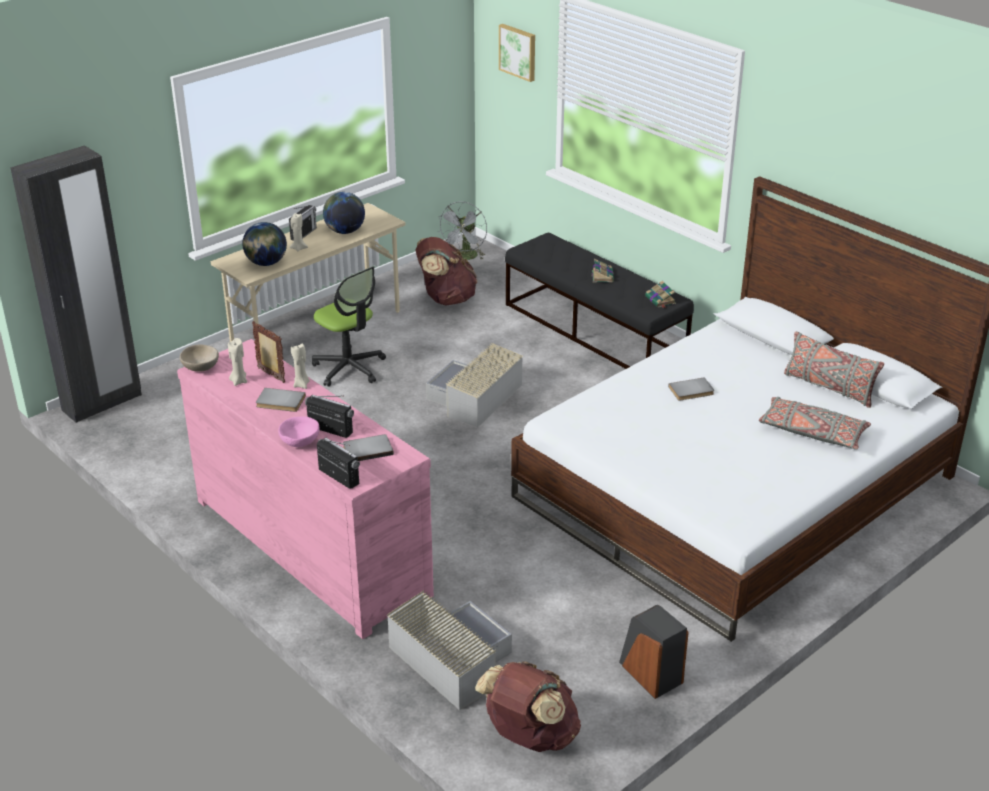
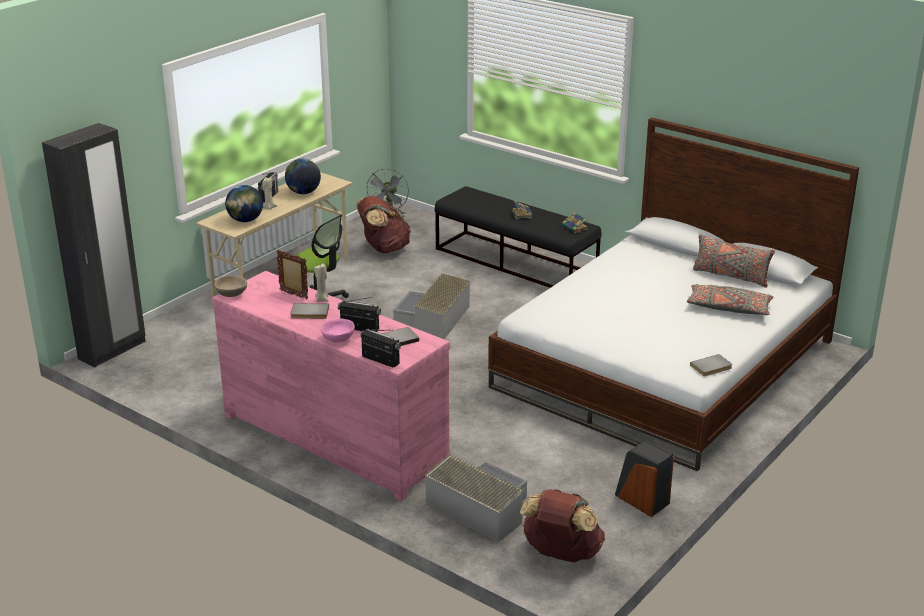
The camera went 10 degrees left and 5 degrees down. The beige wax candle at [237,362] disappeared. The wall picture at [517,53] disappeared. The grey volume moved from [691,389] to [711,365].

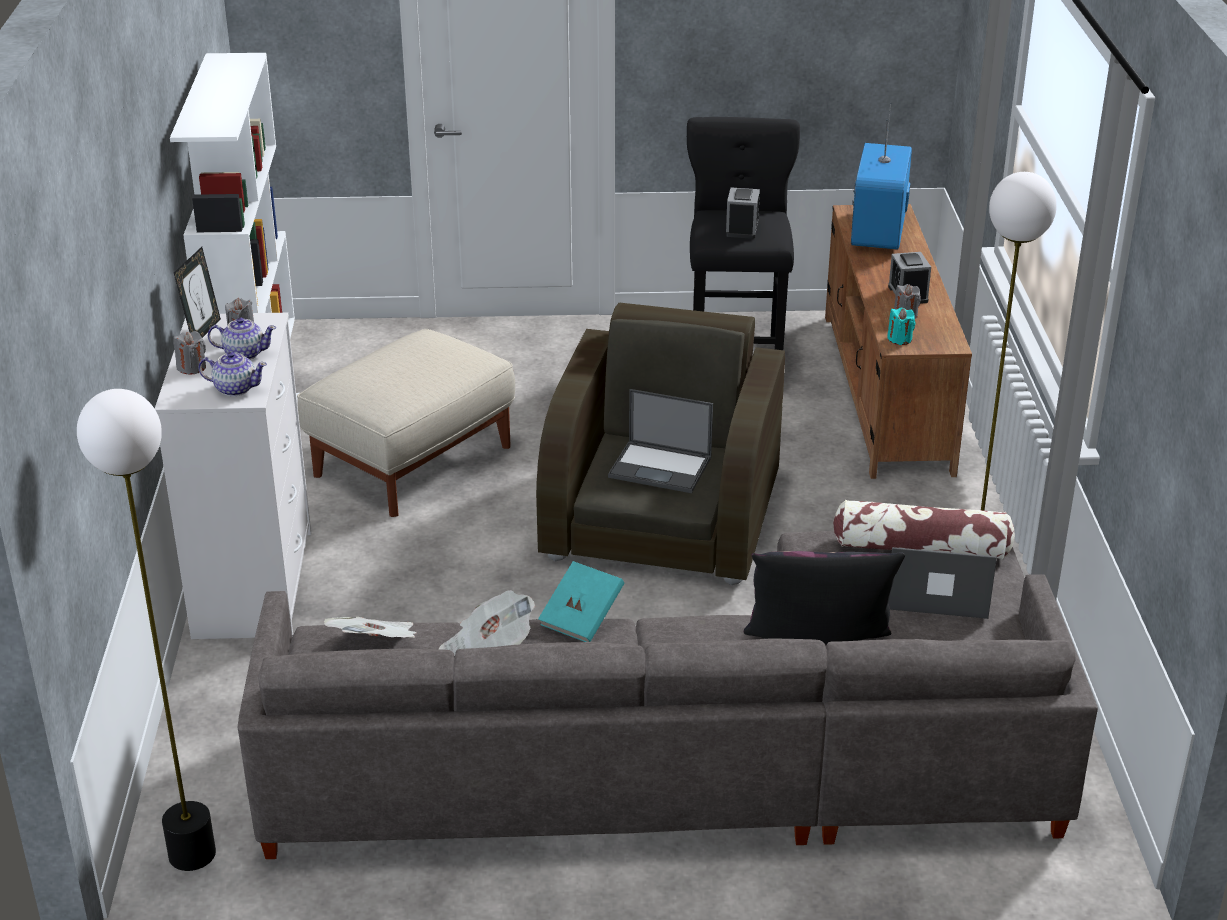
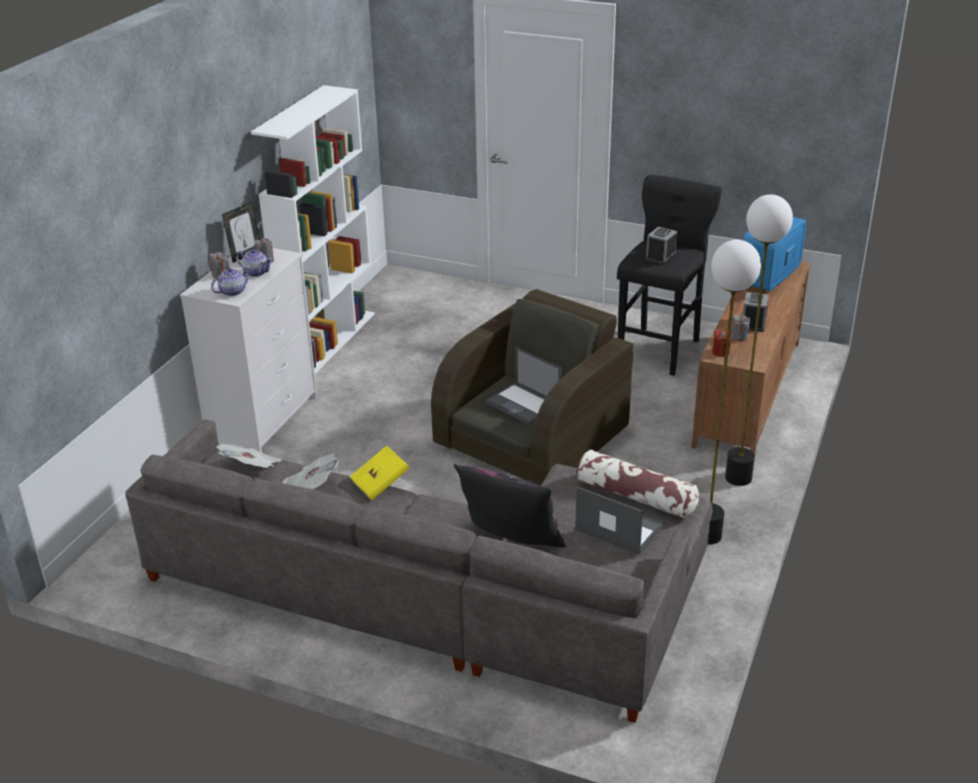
The camera went 25 degrees right and 0 degrees up. The beige footrest at [406,423] disappeared. The standard lamp moved from [146,630] to [759,340]. The turquoise-coloured volume at [581,601] became the yellow volume at [379,473]. The turquoise-coloured wax candle at [901,326] became the reddish wax candle at [722,343]. The teapot at [232,374] turned 75 degrees counterclockwise.

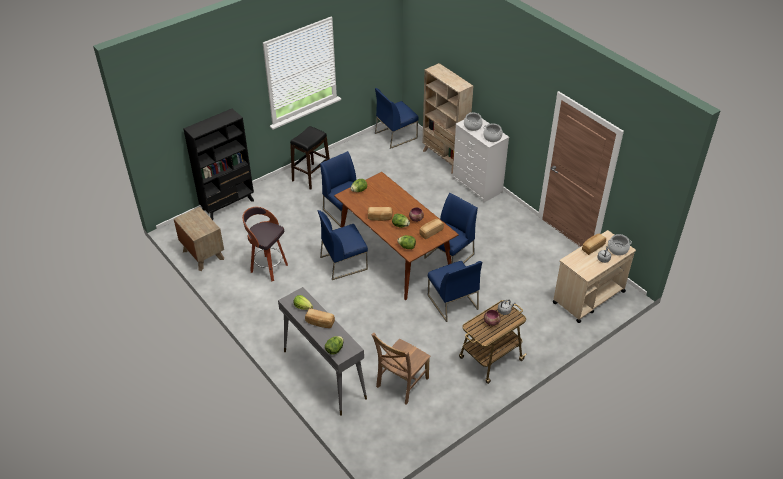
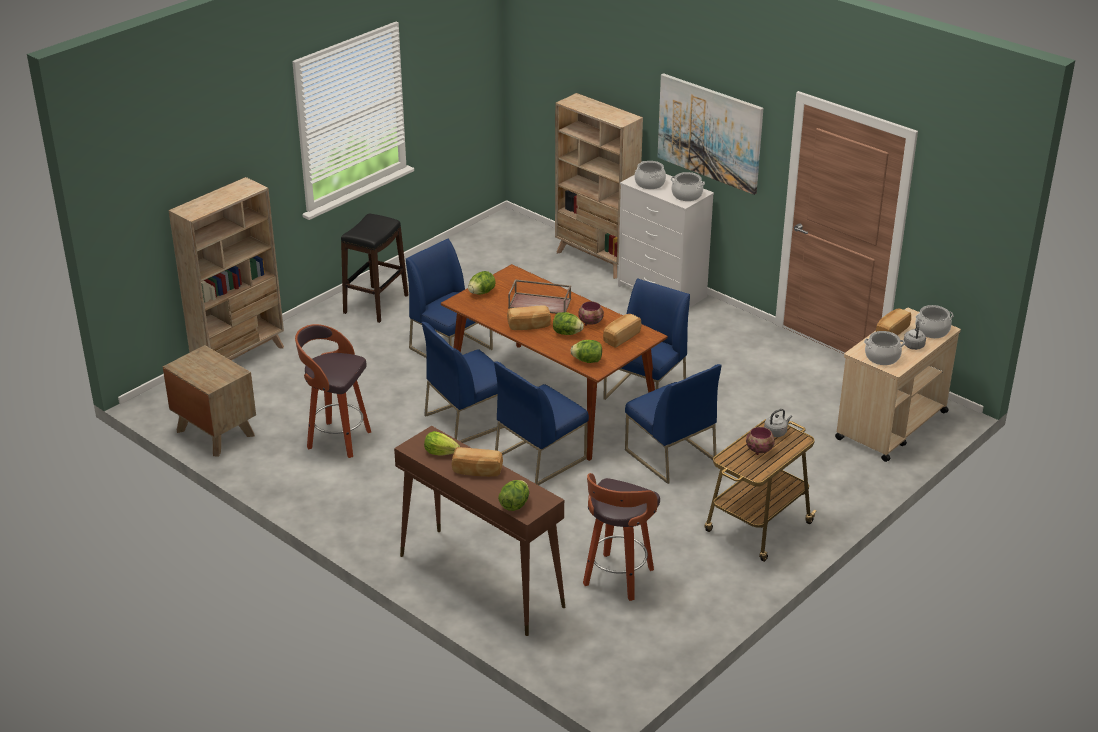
The camera went 10 degrees left and 10 degrees down. The brown serving tray at [539,297] appeared. The wall picture at [710,134] appeared. The cooking pot at [884,348] appeared. The blue-coloured upright chair moved from [397,118] to [541,423]. The brown upright chair at [401,369] was replaced by the stool at [621,537]. The blackish bookshelf at [218,164] became the beige bookshelf at [226,268]. The grey console table at [322,351] became the brown console table at [479,531].

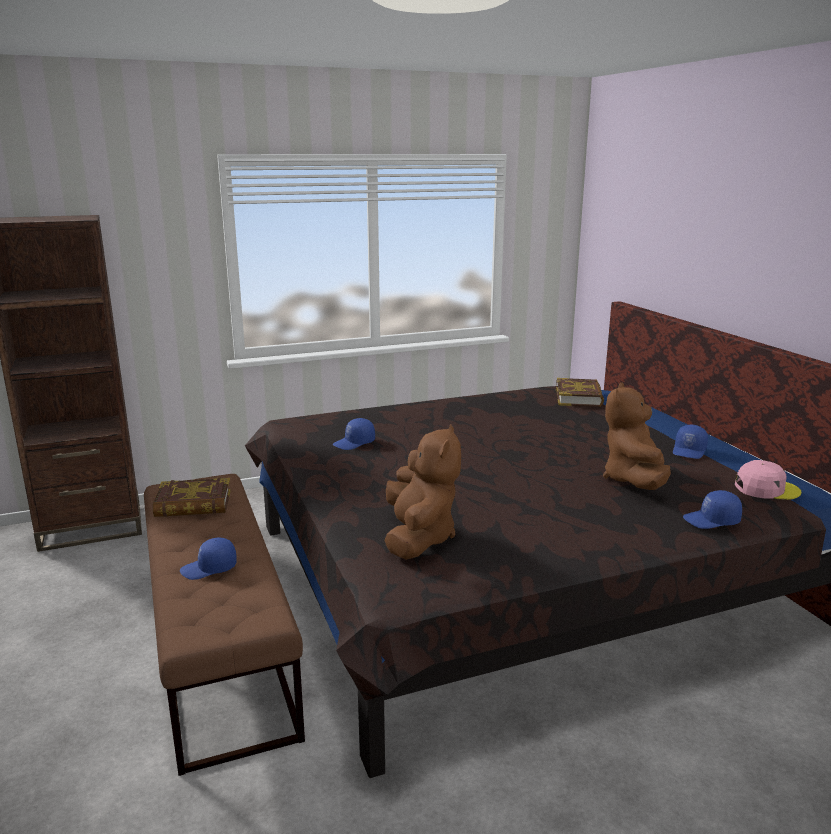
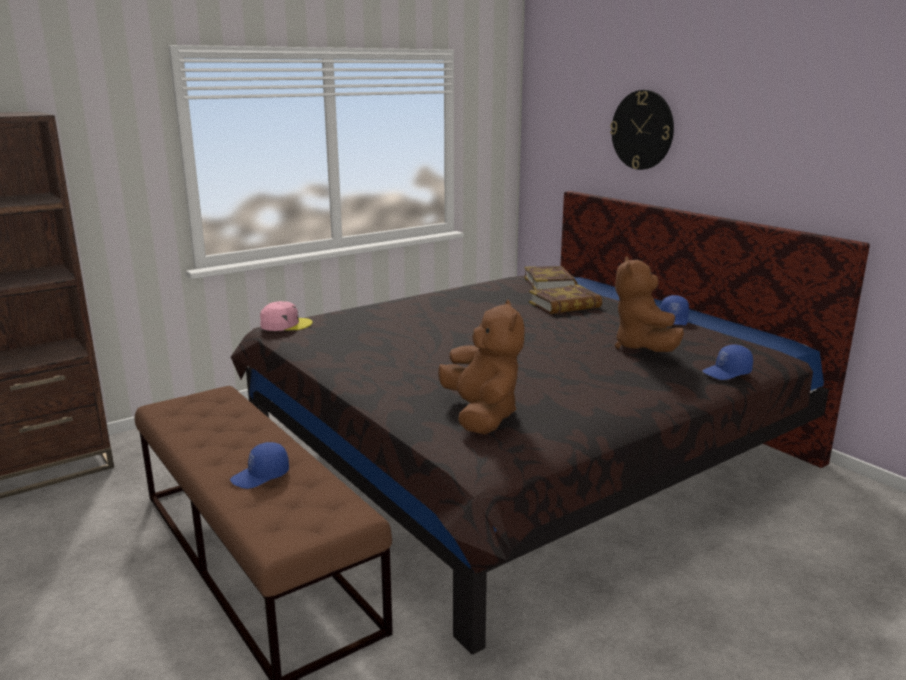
The camera went 15 degrees left and 0 degrees up. The blue-coloured baseball cap at [354,434] disappeared. The clock on the wall at [642,130] appeared. The volume moved from [192,497] to [565,299]. The pinkish baseball cap moved from [768,480] to [286,316].

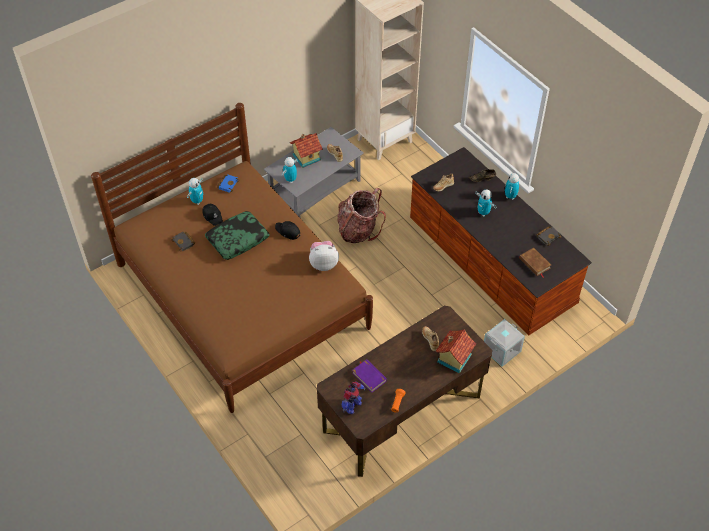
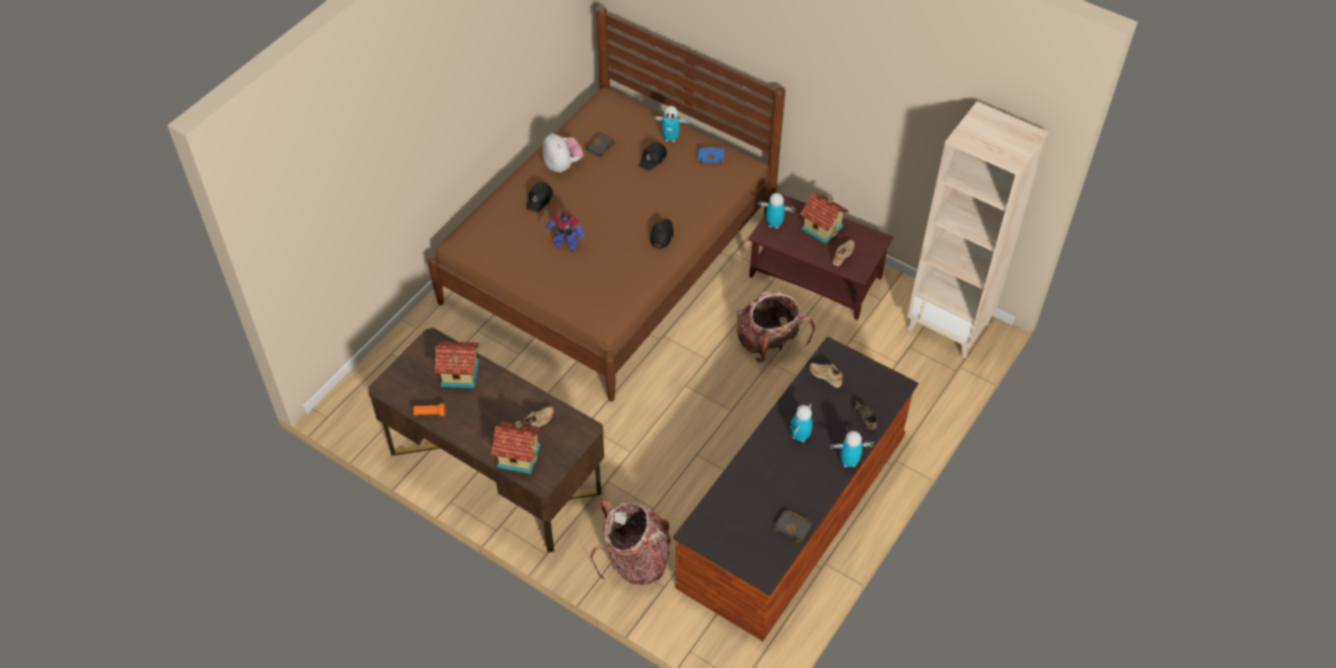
The camera went 70 degrees right and 0 degrees up. The throw pillow at [237,235] disappeared. The brown volume at [535,262] disappeared. The blackish baseball cap at [540,197] appeared. The plush toy moved from [324,256] to [563,153]. The robot figure moved from [354,397] to [565,231]. The purple volume at [369,375] was replaced by the miniature house at [457,364]. The grey storage bin at [504,343] was replaced by the backpack at [630,541]. The grey coffee table at [314,172] became the brown coffee table at [820,256].

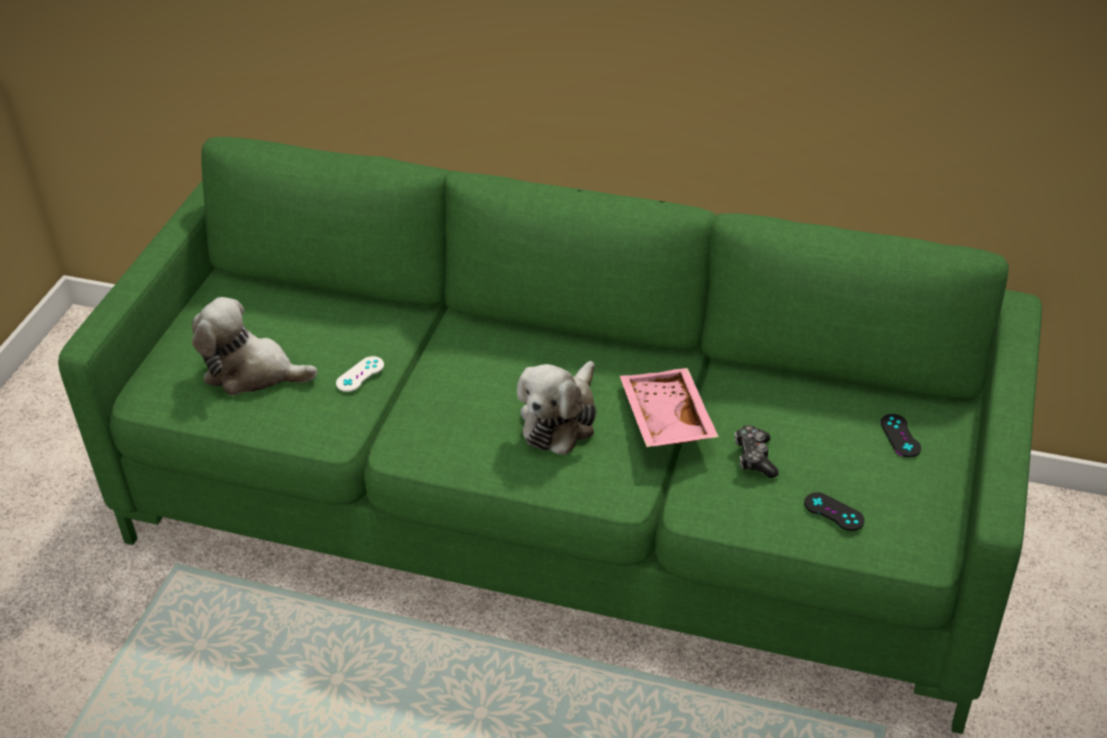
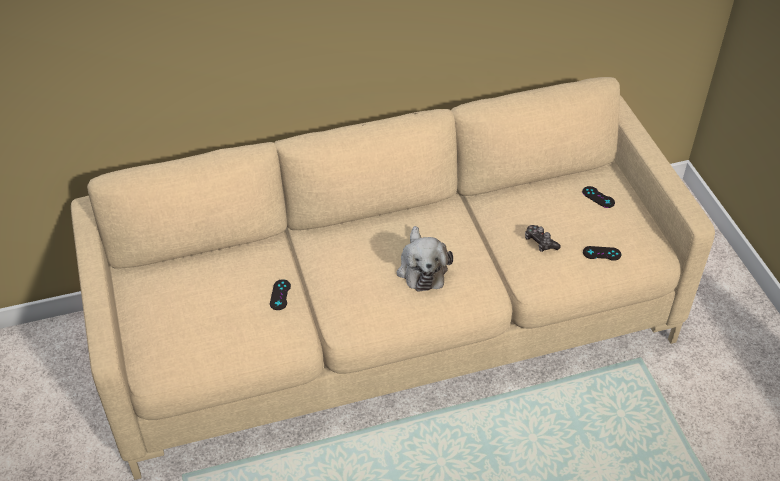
The camera went 35 degrees left and 5 degrees up. The plush toy at [255,346] disappeared. The pinkish serving tray at [669,407] disappeared. The green sofa at [550,435] became the beige sofa at [393,278]. The white gamepad at [360,374] became the blackish gamepad at [280,294].

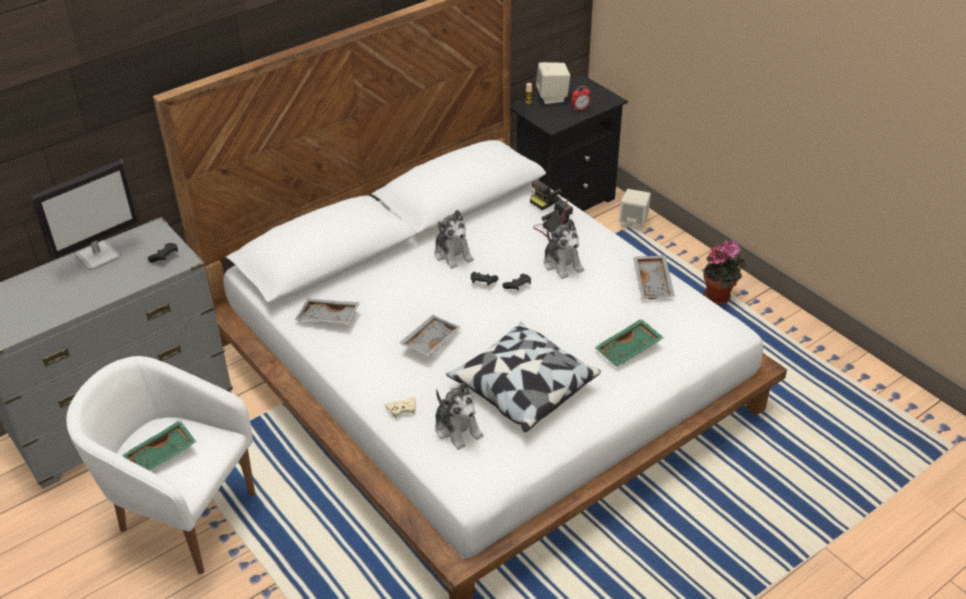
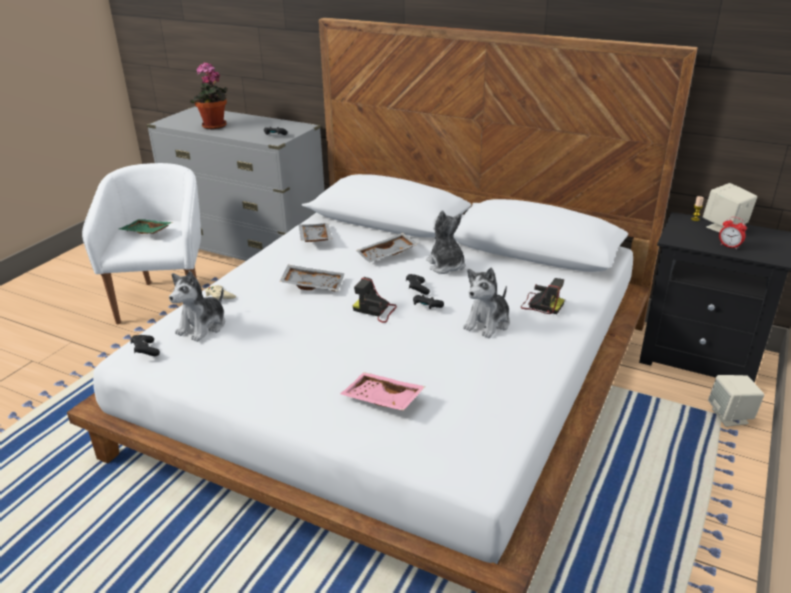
The camera went 65 degrees right and 10 degrees down. The computer display at [84,215] disappeared. The throw pillow at [523,377] disappeared. The blackish gamepad at [145,345] appeared. The photo camera moved from [549,195] to [375,300]. The grey serving tray moved from [654,277] to [386,247]. The plant in a pot moved from [724,272] to [209,96]. The green serving tray at [629,343] became the pinkish serving tray at [383,391]. The plush toy at [454,239] turned 120 degrees clockwise.

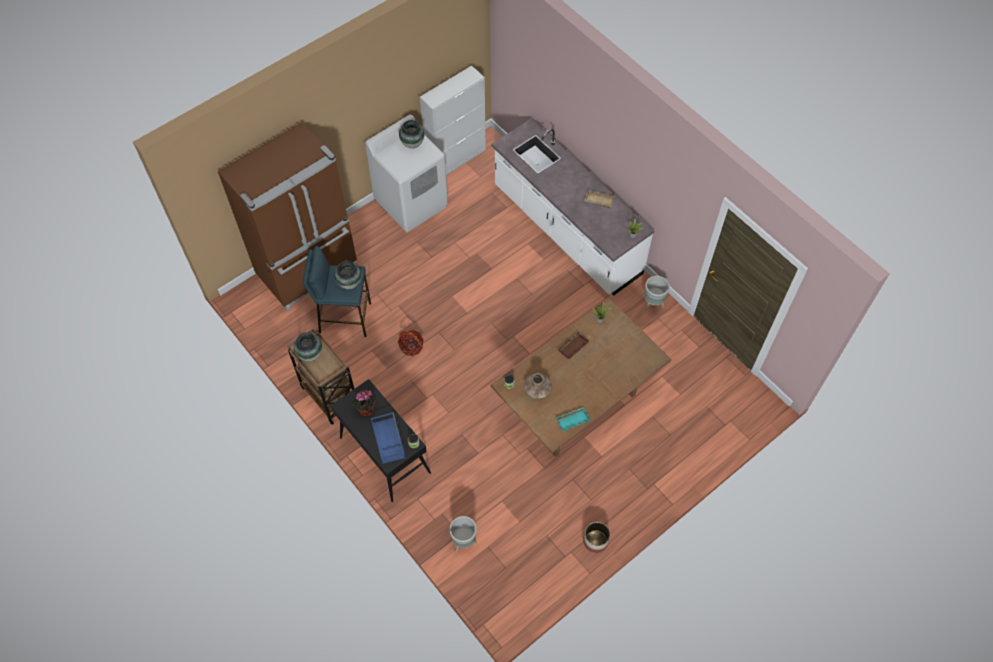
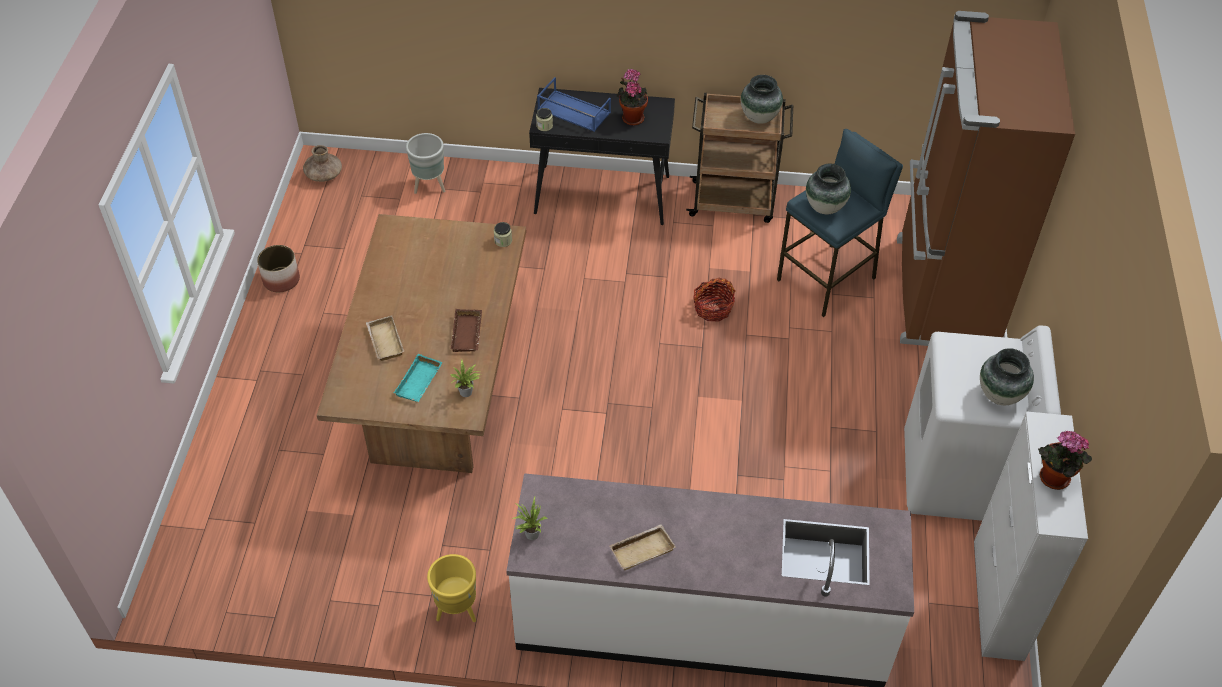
The camera went 135 degrees right and 10 degrees down. The beige serving tray at [385,338] appeared. The plant in a pot at [1065,460] appeared. The brown vase moved from [538,386] to [322,163]. The turquoise-coloured serving tray moved from [573,419] to [418,378]. The grey planter at [657,293] became the yellow planter at [451,588].

